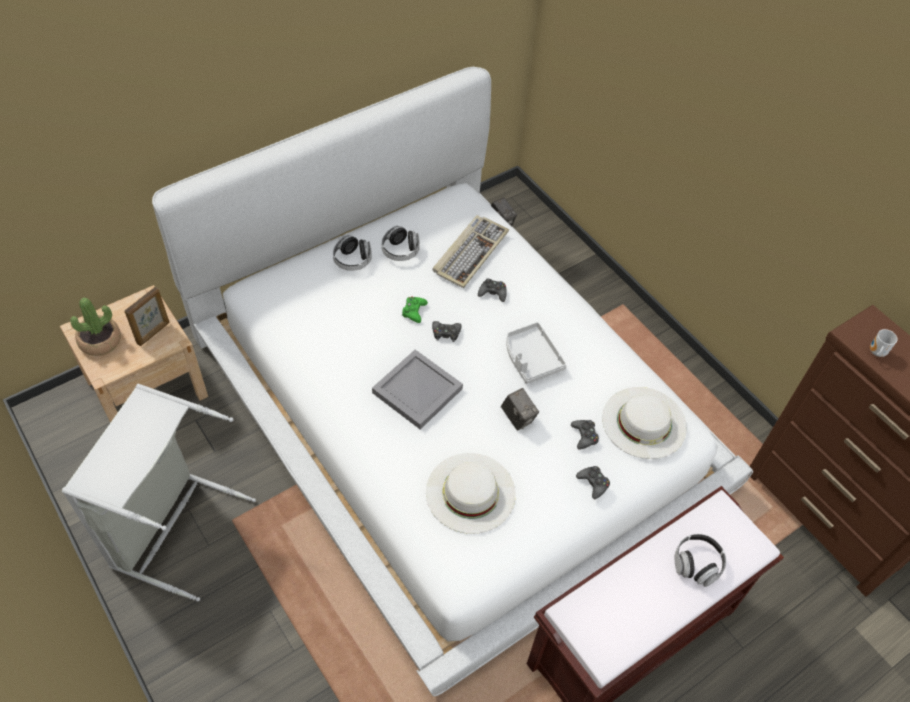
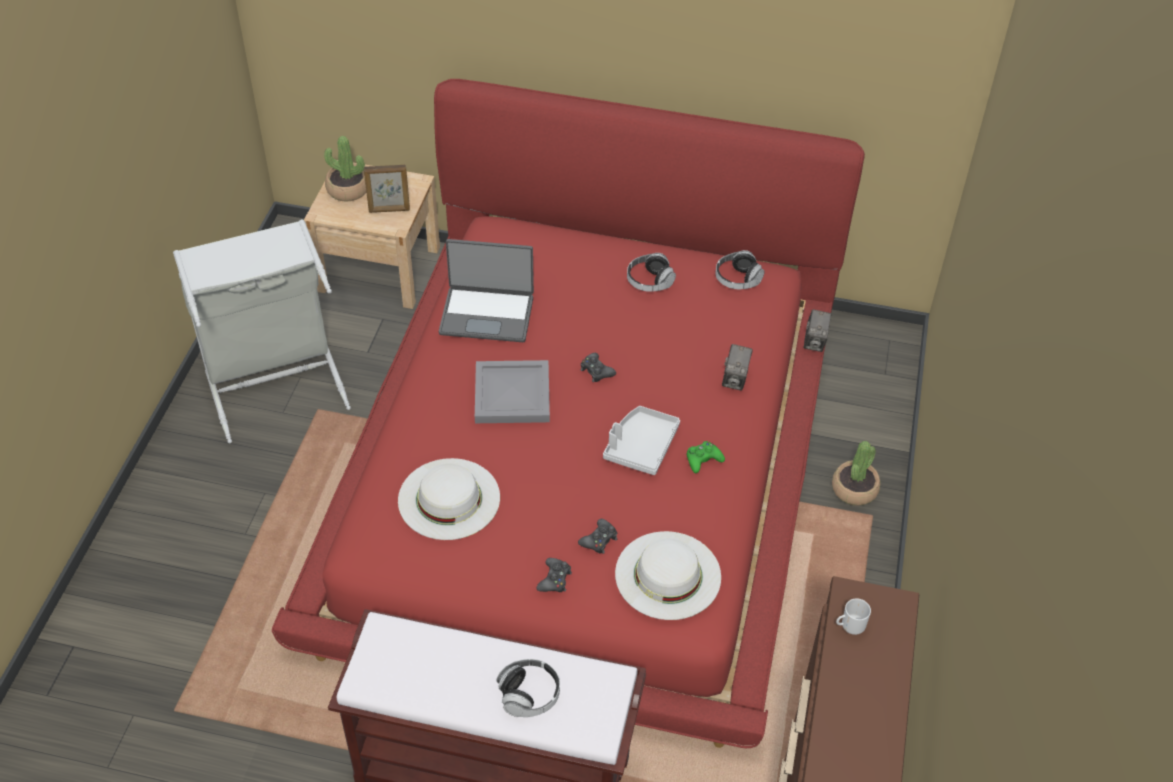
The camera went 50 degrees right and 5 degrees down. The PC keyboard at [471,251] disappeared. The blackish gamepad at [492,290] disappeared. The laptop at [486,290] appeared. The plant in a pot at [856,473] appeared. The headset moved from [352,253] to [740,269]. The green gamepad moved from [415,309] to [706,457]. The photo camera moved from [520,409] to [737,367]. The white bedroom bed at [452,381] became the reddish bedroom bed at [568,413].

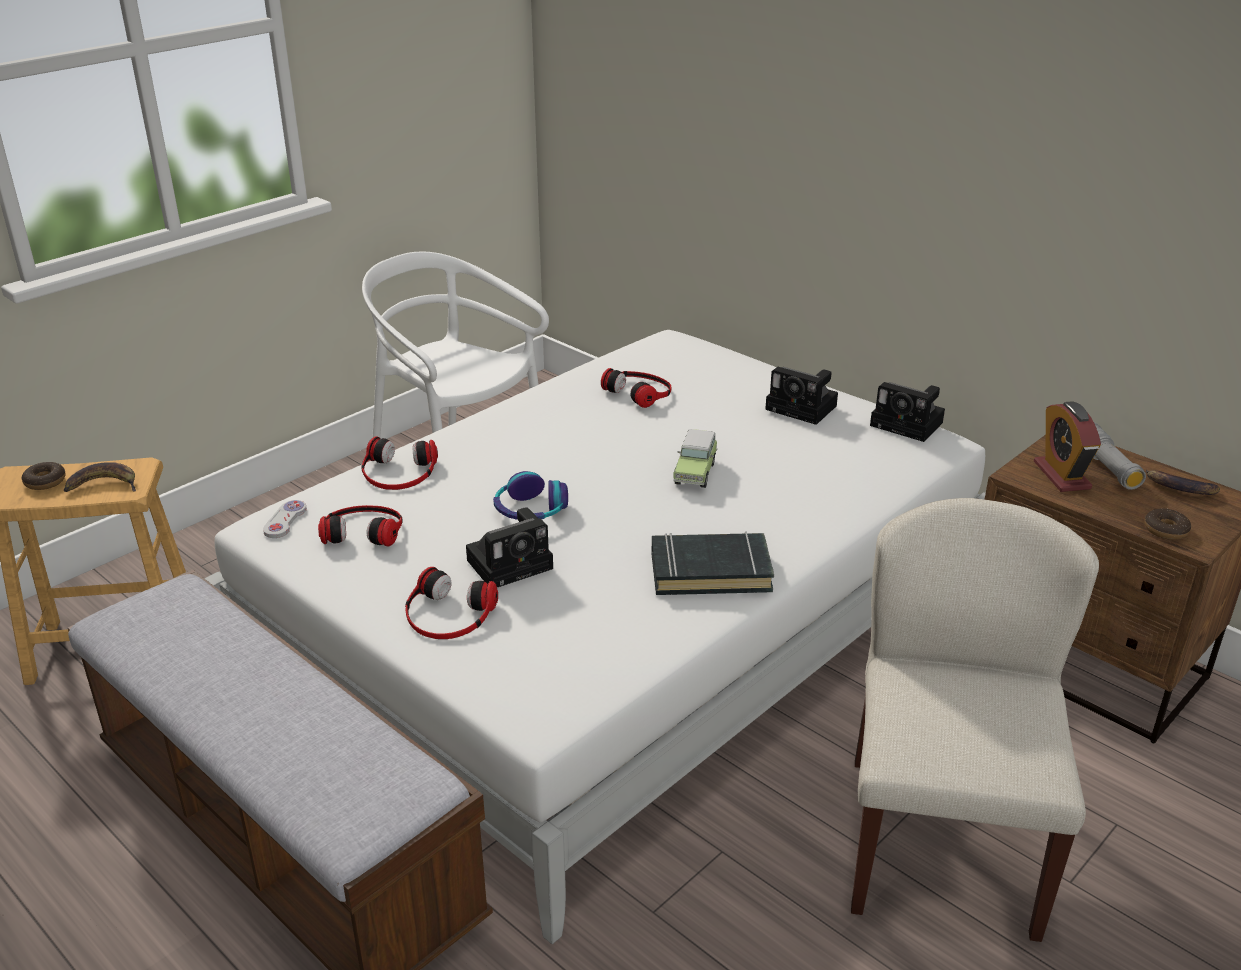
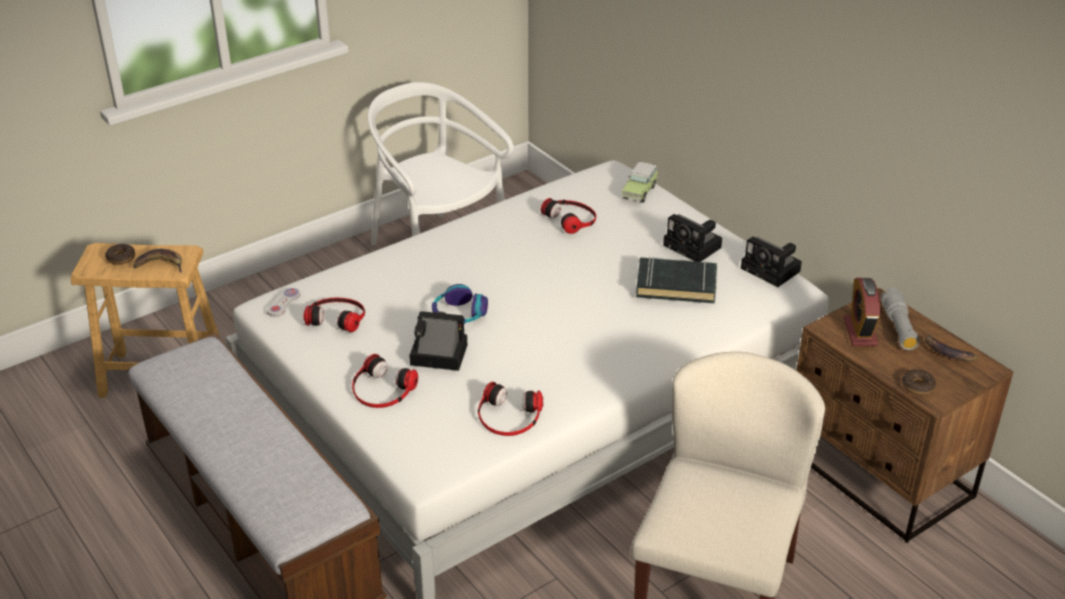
The camera went 10 degrees right and 5 degrees up. The headset moved from [399,463] to [510,409]. The blackish volume moved from [713,563] to [676,280]. The miniature car moved from [695,458] to [640,182]. The photo camera at [509,547] turned 150 degrees counterclockwise.

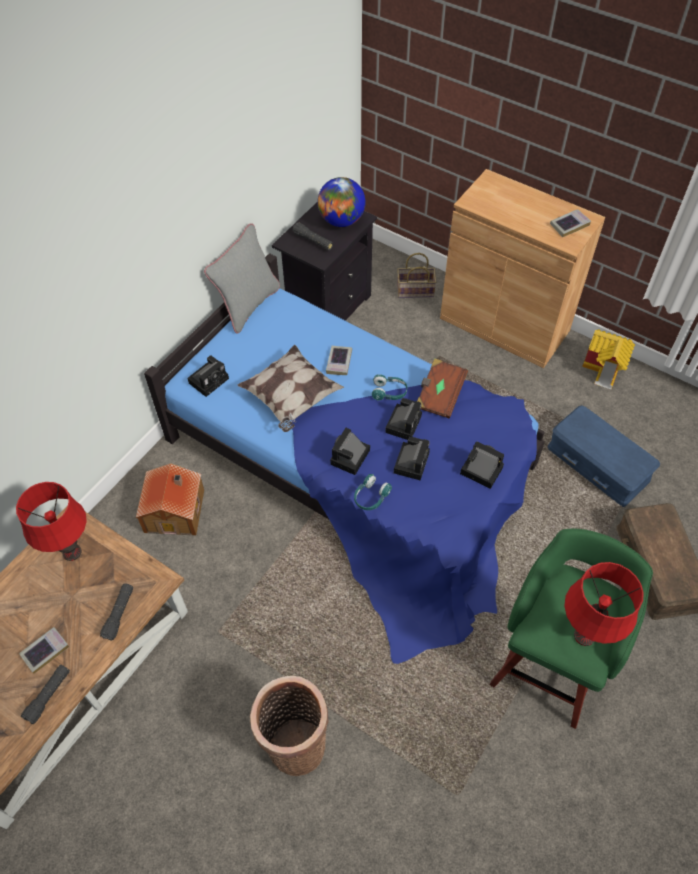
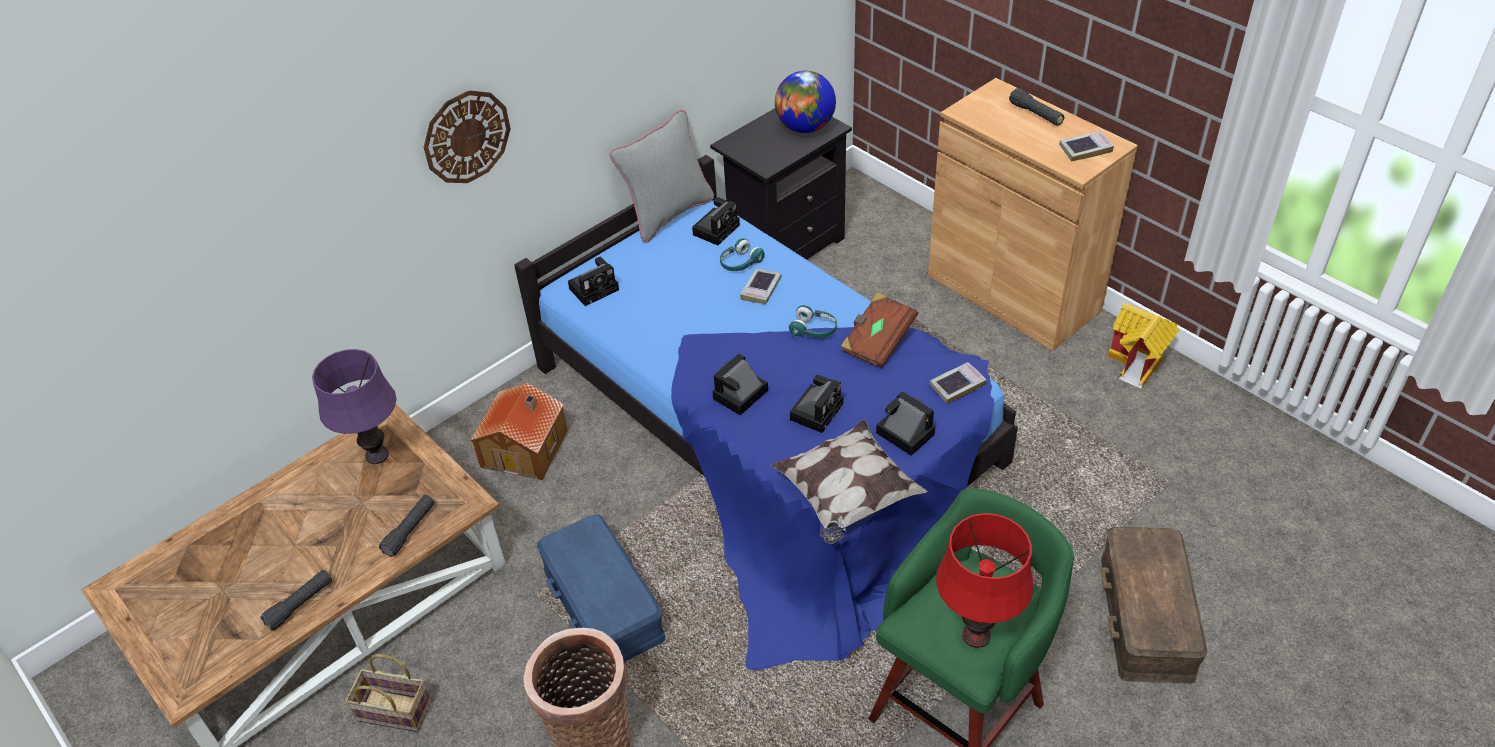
The camera went 15 degrees right and 10 degrees down. The clock on the wall at [467,136] appeared. The volume moved from [44,650] to [958,383]. The throw pillow moved from [291,388] to [849,481]. The blackish flashlight moved from [312,236] to [1036,107]. The turquoise-coloured headset moved from [373,492] to [742,254]. The photo camera moved from [403,419] to [716,221]. The basket moved from [416,275] to [388,693]. The blue-coloured storage bin moved from [604,456] to [601,588]. The reddish tabletop lamp at [51,521] became the purple tabletop lamp at [354,406].

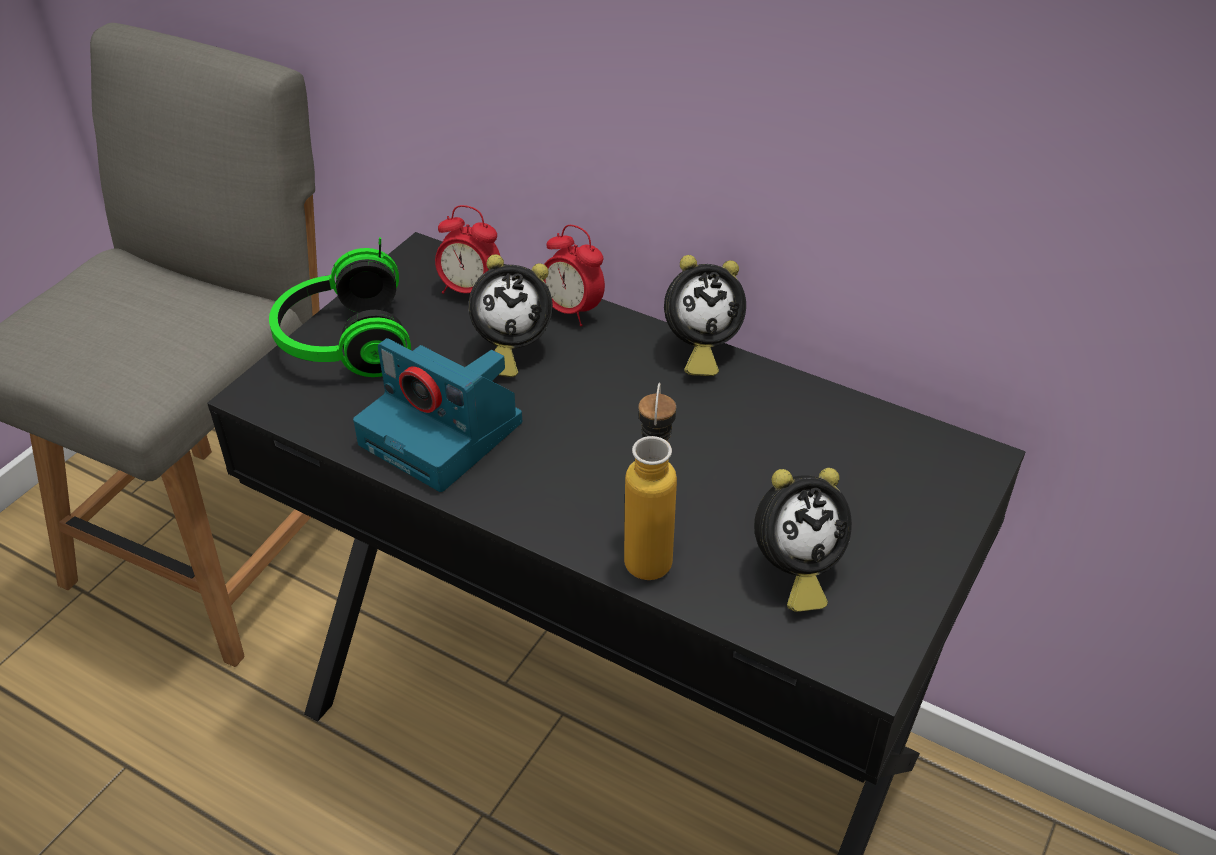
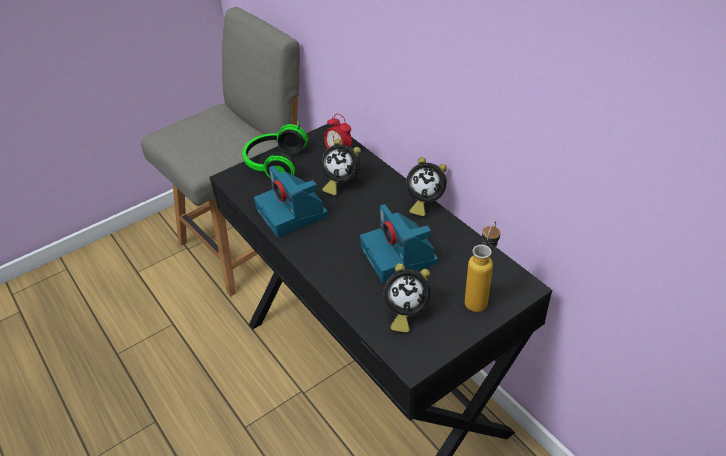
The camera went 25 degrees right and 0 degrees up. The bedside clock at [574,275] disappeared. The photo camera at [399,243] appeared. The drink bottle moved from [650,481] to [483,266].

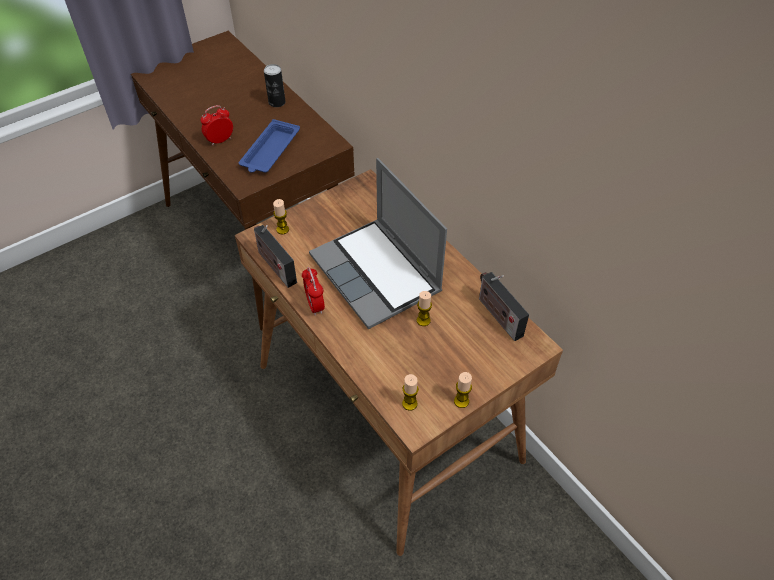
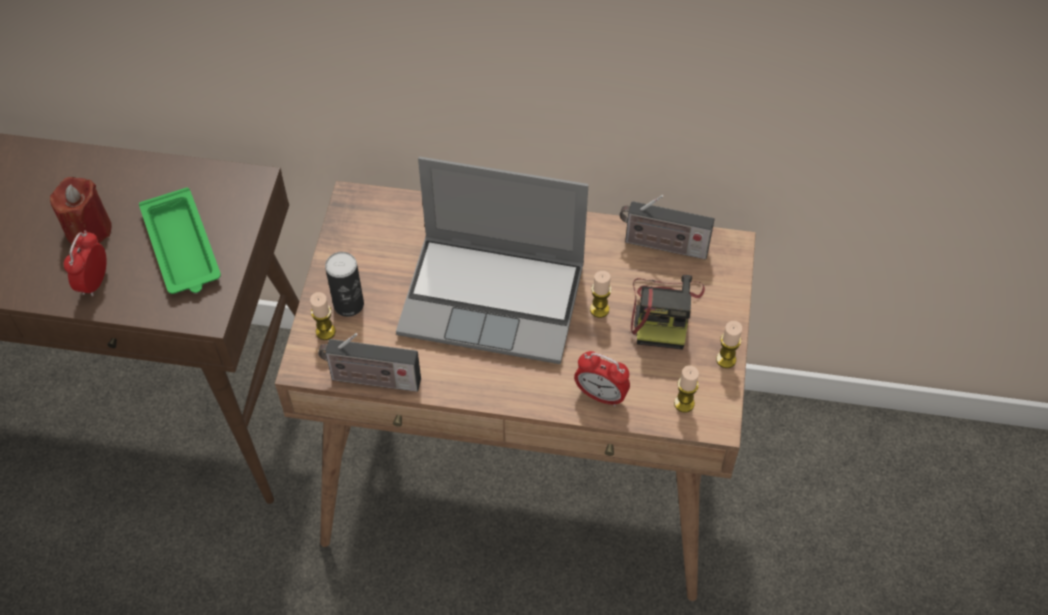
The camera went 45 degrees left and 5 degrees up. The reddish wax candle at [81,212] appeared. The photo camera at [668,312] appeared. The sealed can moved from [275,85] to [344,284]. The bedside clock moved from [313,291] to [602,378]. The blue-coloured serving tray at [269,145] became the green serving tray at [180,240].

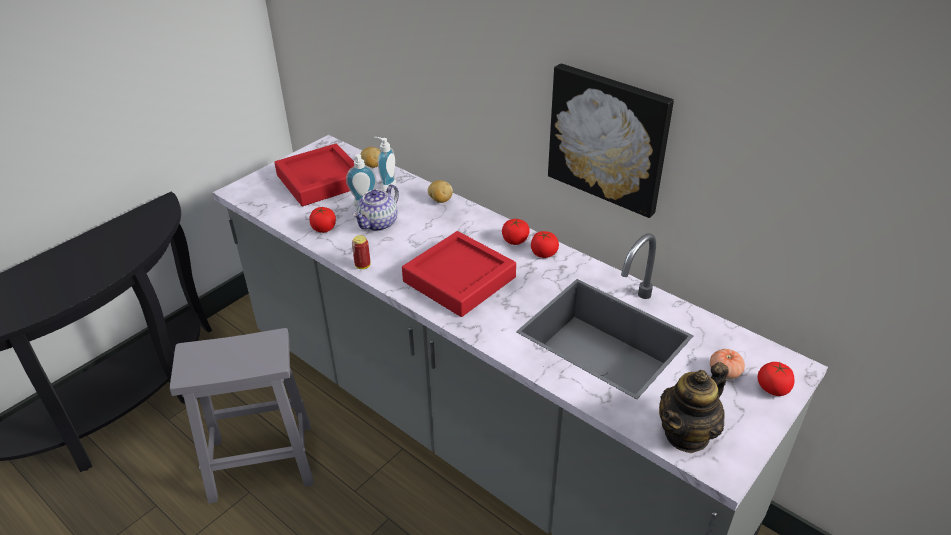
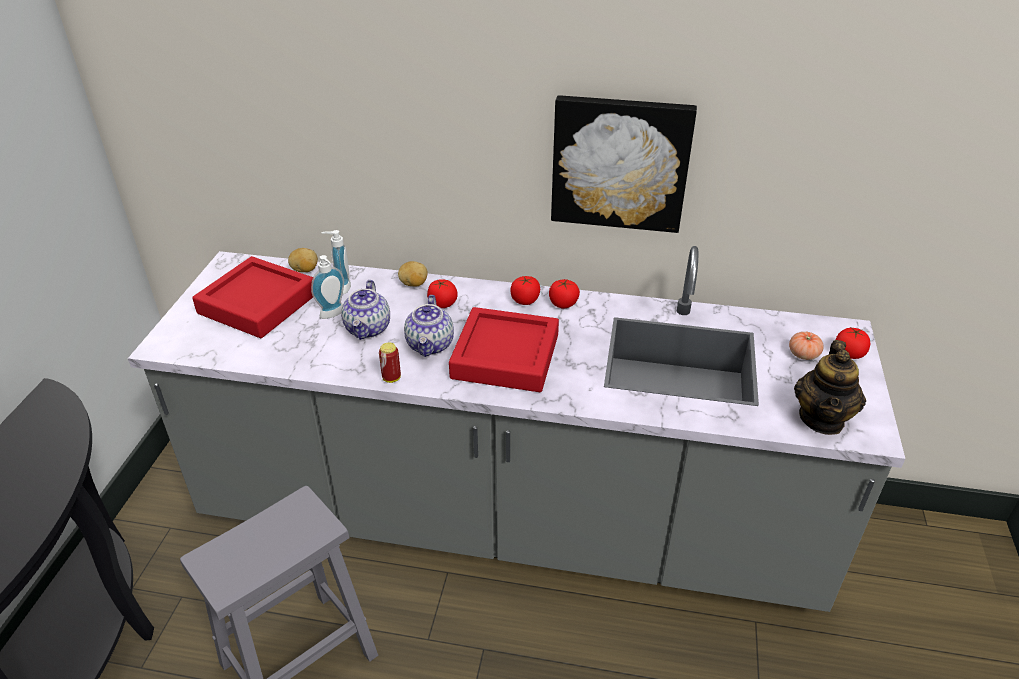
The camera went 30 degrees left and 0 degrees up. The teapot at [429,326] appeared. The tomato moved from [322,220] to [442,293].

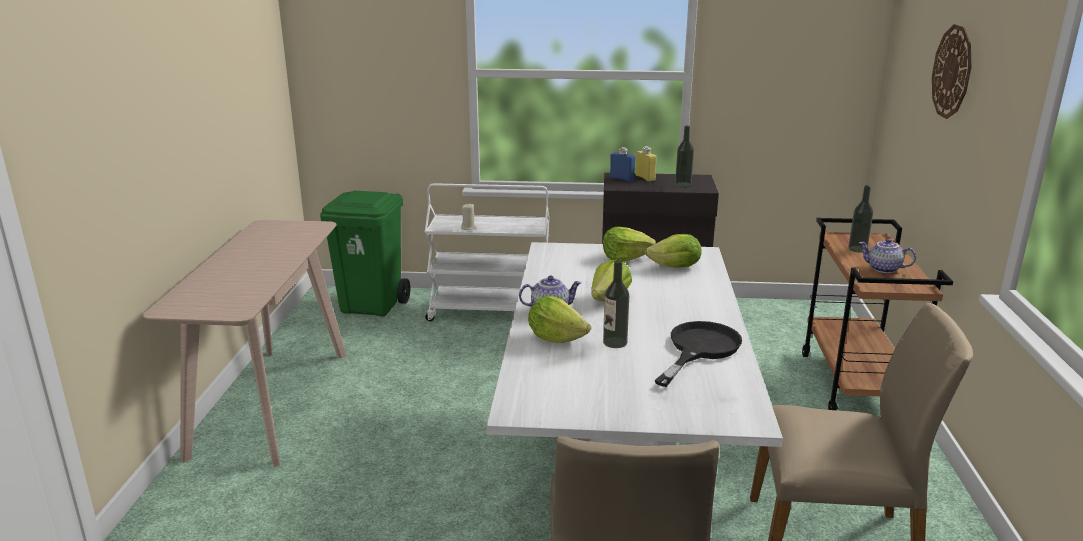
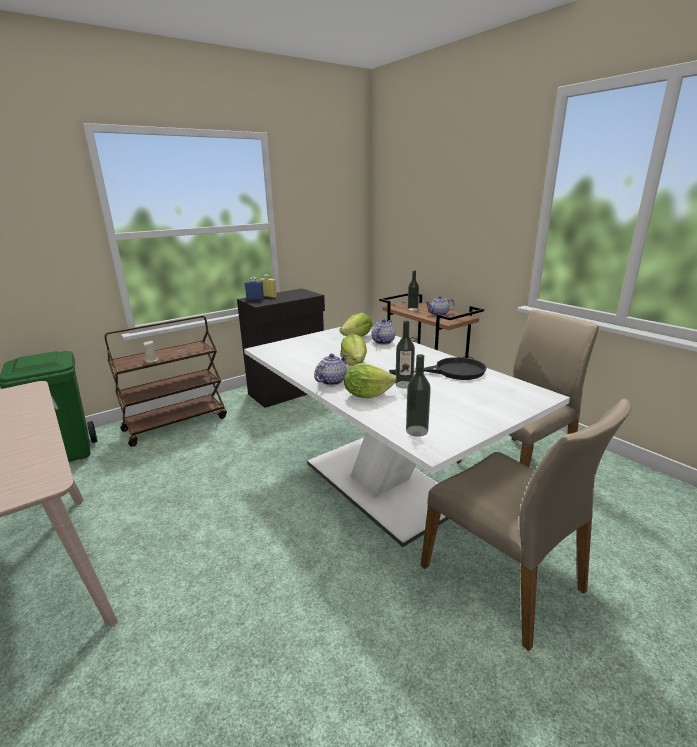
The camera went 40 degrees left and 0 degrees up. The lettuce head at [629,244] disappeared. The clock on the wall at [951,71] disappeared. The teapot at [383,331] appeared. The drink bottle moved from [684,156] to [418,395]. The white wheeled cart at [487,252] became the brown wheeled cart at [165,381]. The blackish skillet at [698,354] turned 90 degrees clockwise.

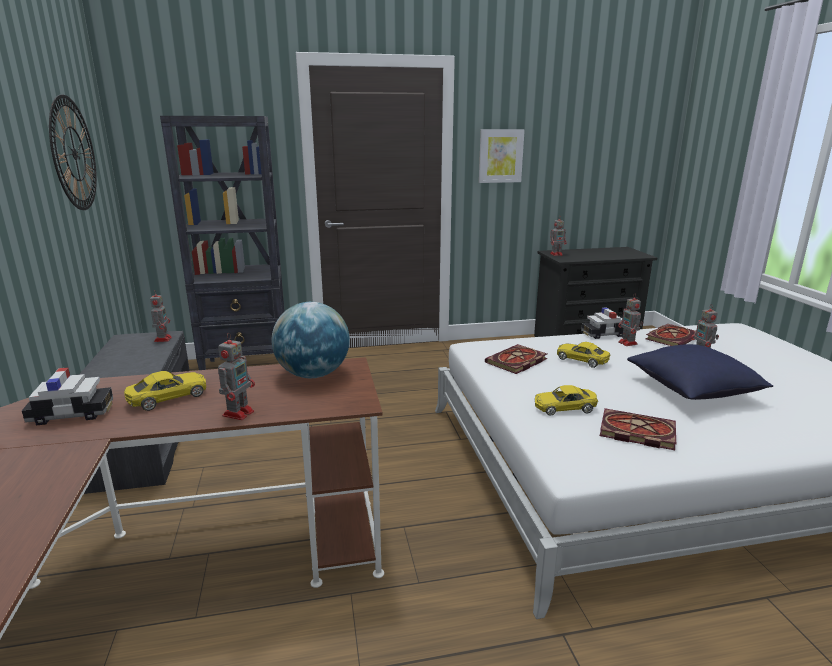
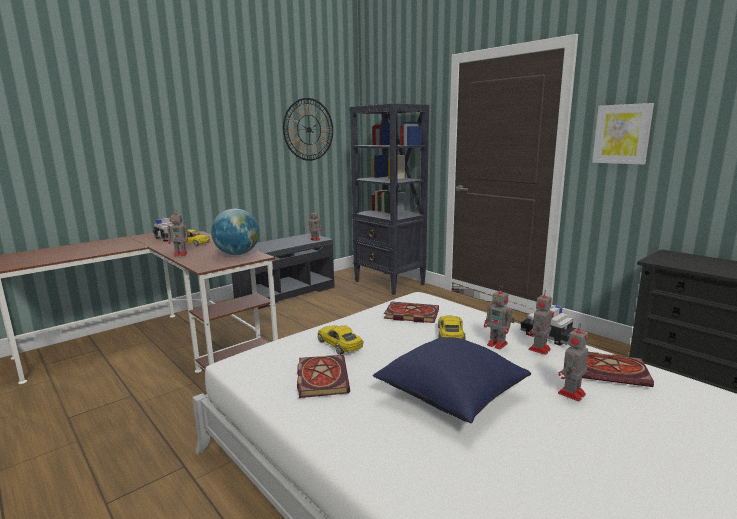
The camera went 60 degrees right and 5 degrees down. The robot figure moved from [558,236] to [499,318].

